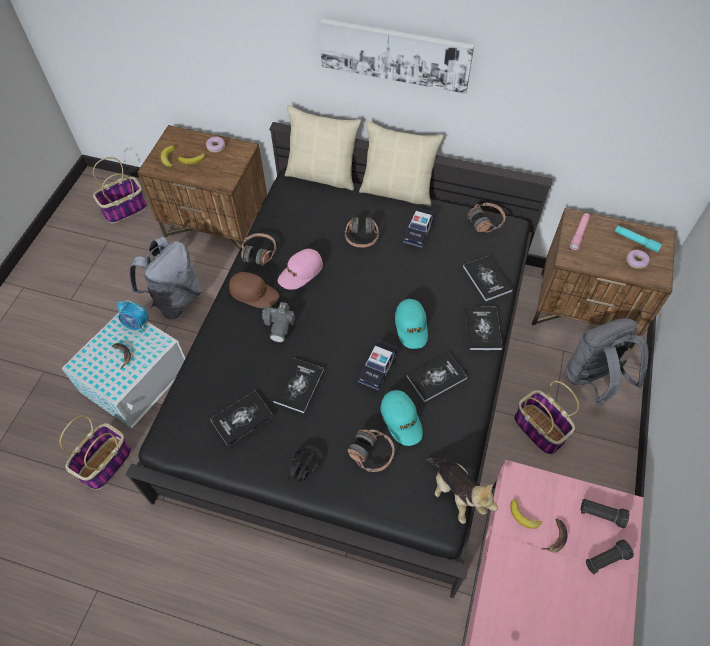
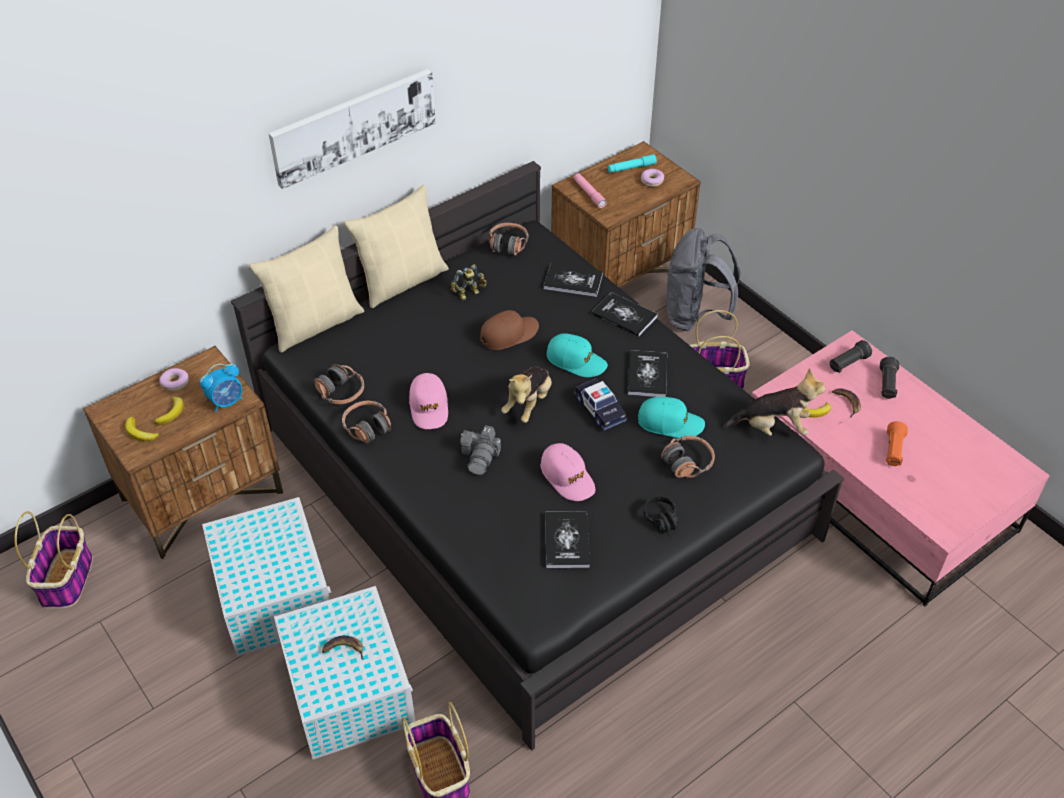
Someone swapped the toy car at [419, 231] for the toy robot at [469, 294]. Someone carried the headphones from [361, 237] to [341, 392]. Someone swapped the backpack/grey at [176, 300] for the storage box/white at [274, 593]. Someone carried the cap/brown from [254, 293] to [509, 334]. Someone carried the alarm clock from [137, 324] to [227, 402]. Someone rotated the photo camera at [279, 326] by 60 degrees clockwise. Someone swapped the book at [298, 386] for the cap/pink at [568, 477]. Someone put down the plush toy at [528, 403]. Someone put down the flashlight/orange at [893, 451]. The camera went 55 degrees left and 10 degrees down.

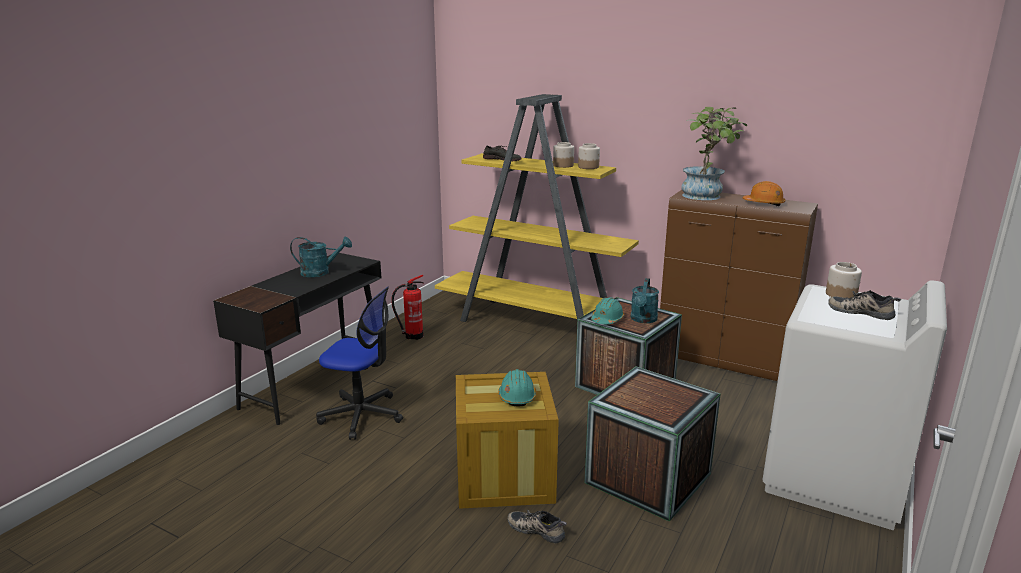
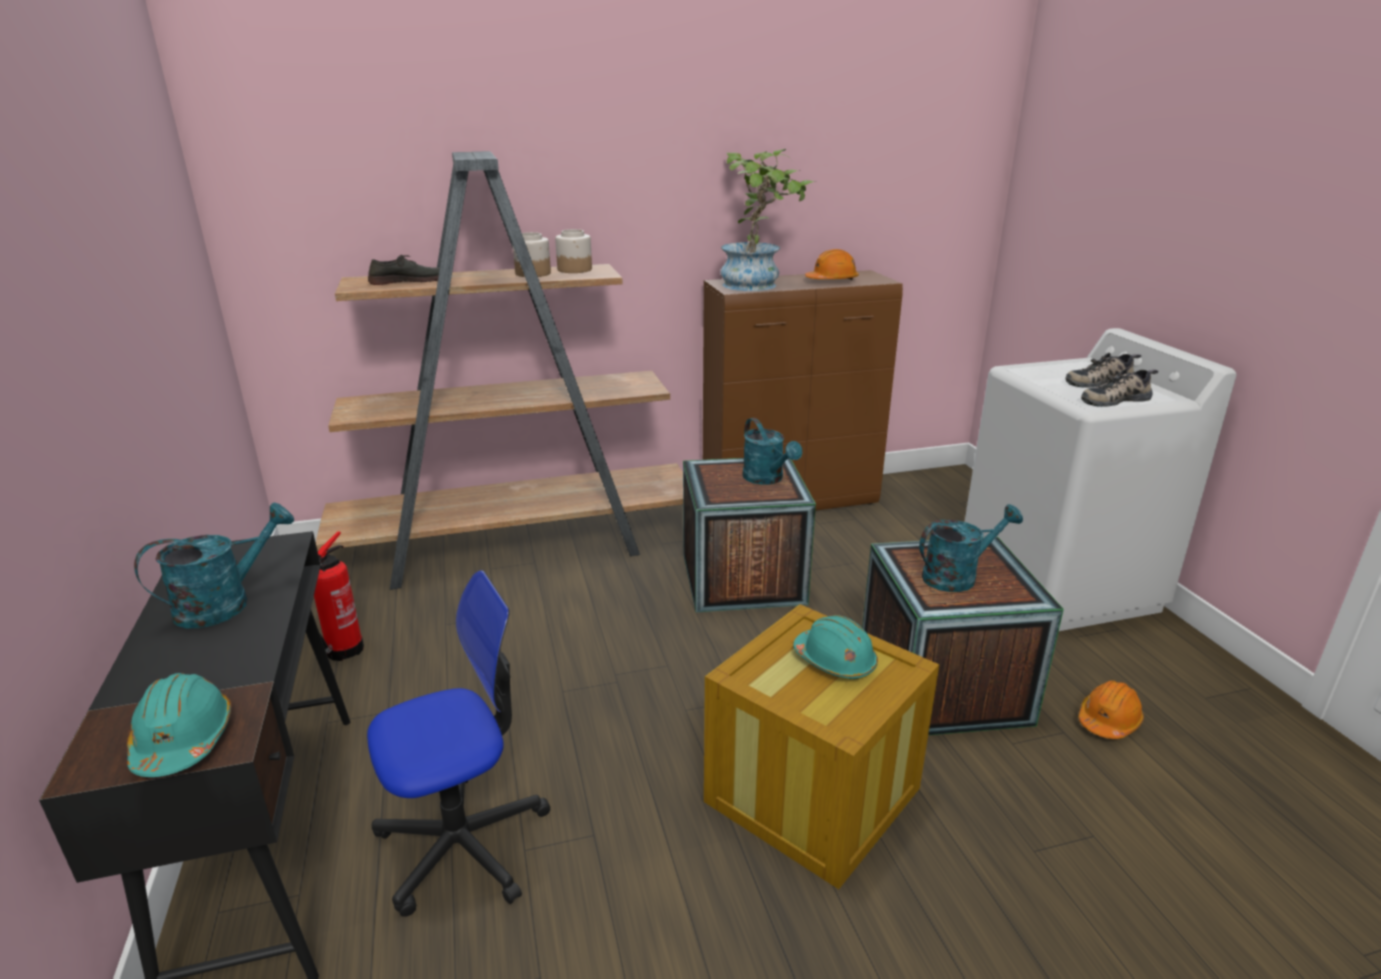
Someone repainted the bookcase/yellow at [539, 324], which became the bookcase/brown at [519, 545]. Someone took away the jar at [841, 294]. Someone carried the hard hat/turquoise from [607, 320] to [183, 740]. Someone carried the shoe from [537, 529] to [1114, 399]. Someone put down the watering can/turquoise at [957, 576]. Someone put down the hard hat/orange at [1108, 721]. The camera went 45 degrees left and 5 degrees up.

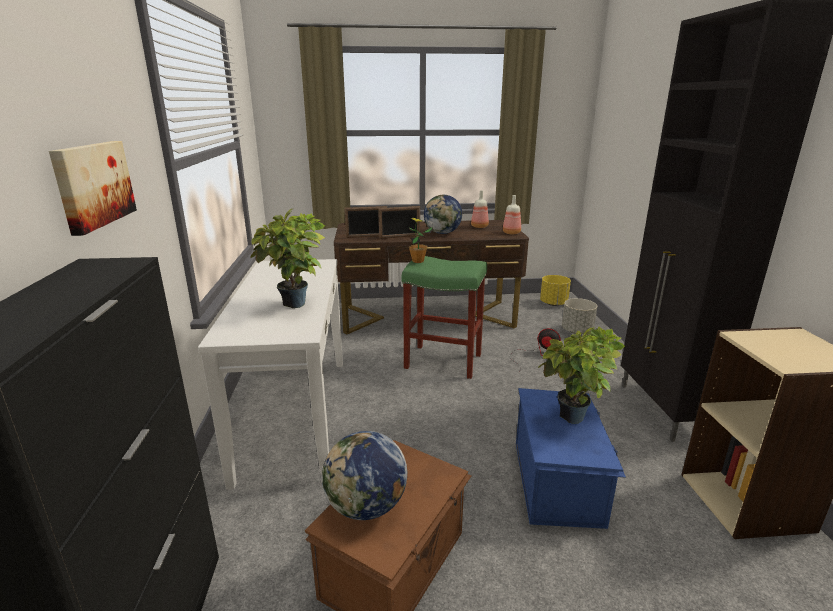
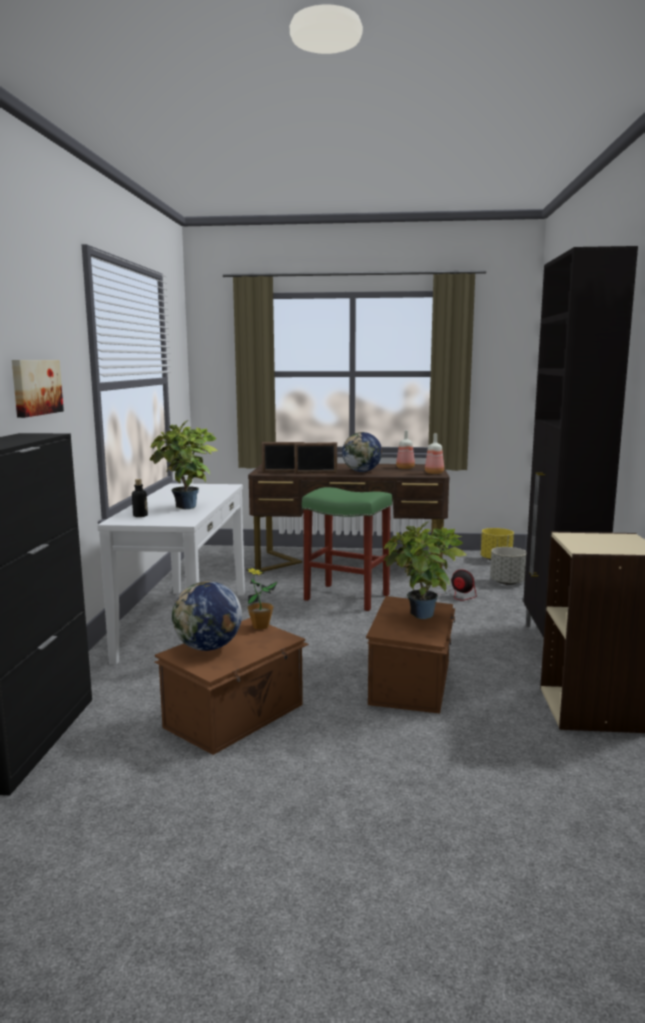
Someone carried the potted plant from [418, 261] to [260, 626]. Someone repainted the storage box/blue at [558, 481], which became the storage box/brown at [412, 682]. Someone put down the bottle at [140, 516]. The camera went 10 degrees right and 10 degrees down.

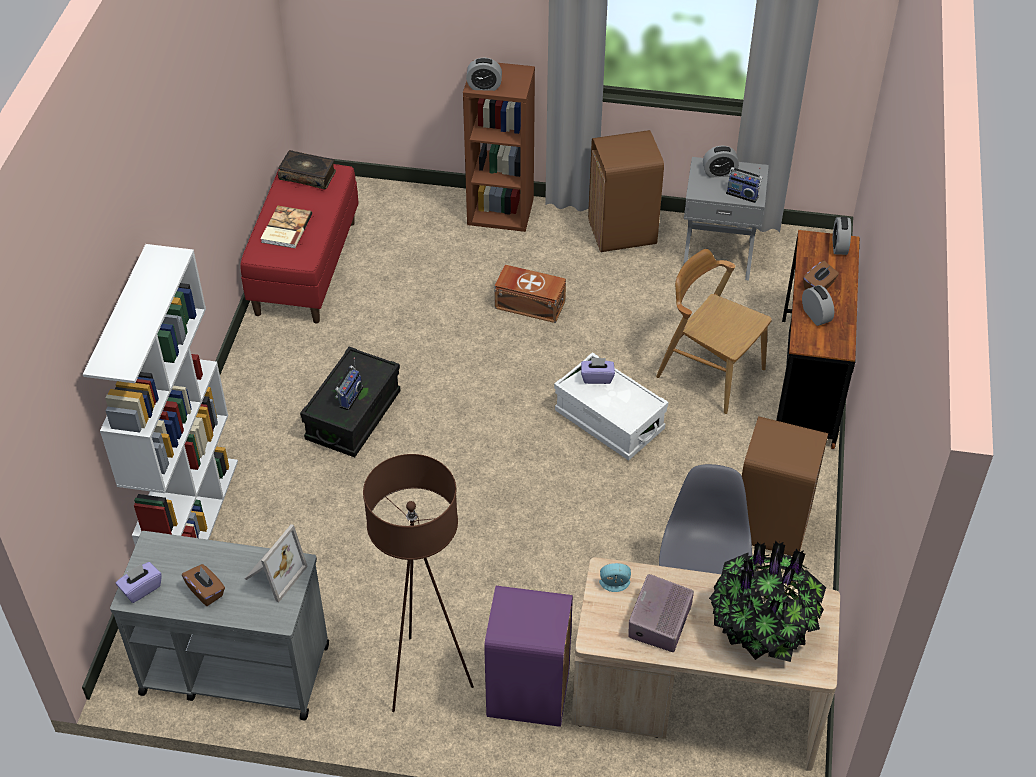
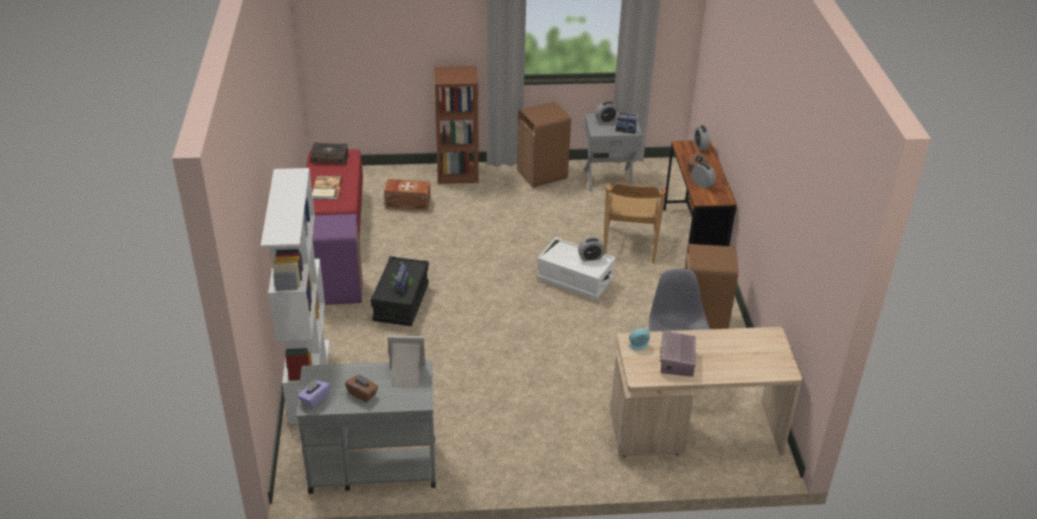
Someone carried the alarm clock from [484, 86] to [590, 258]. Someone rotated the chair/brown at [710, 372] by 105 degrees counterclockwise. Someone carried the storage box/brown from [529, 304] to [407, 203]. Someone took away the tissue box/purple at [597, 377]. Someone took away the floor lamp/brown at [425, 677]. Someone rotated the picture frame at [273, 574] by 105 degrees counterclockwise. Someone took away the potted plant at [761, 628]. Someone carried the trash can/purple from [527, 693] to [339, 292]. The camera went 15 degrees left and 10 degrees down.

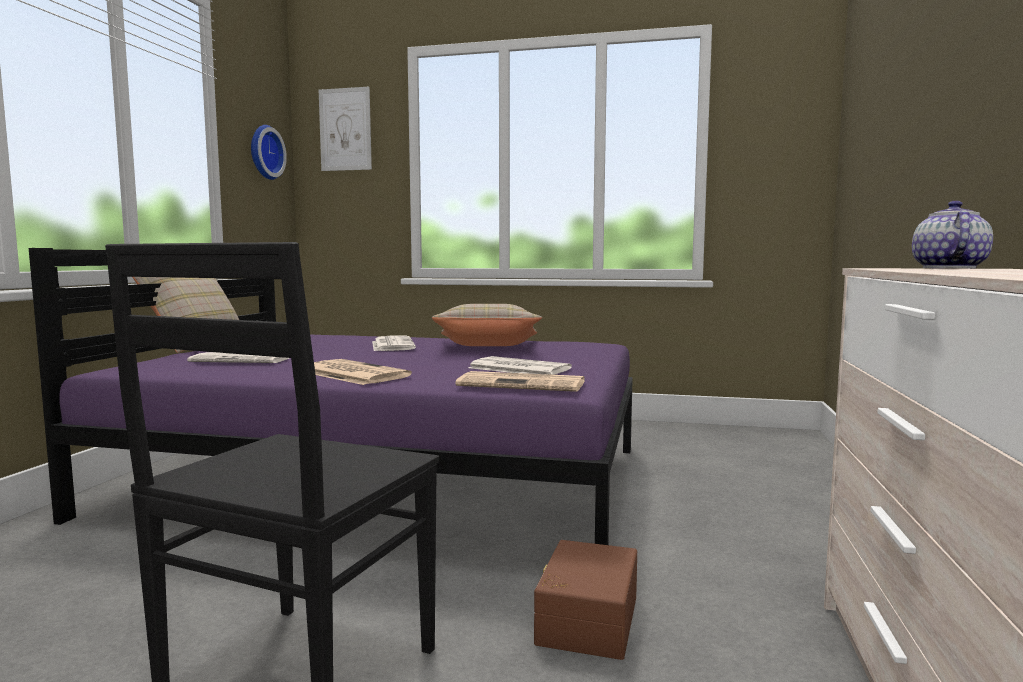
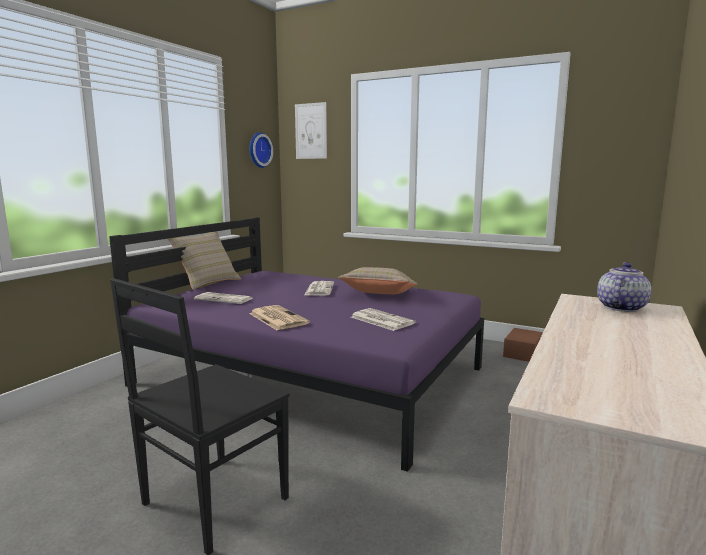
Someone took away the newspaper at [524, 384]. Someone carried the storage box/brown from [584, 619] to [521, 353]. The camera went 15 degrees right and 5 degrees up.

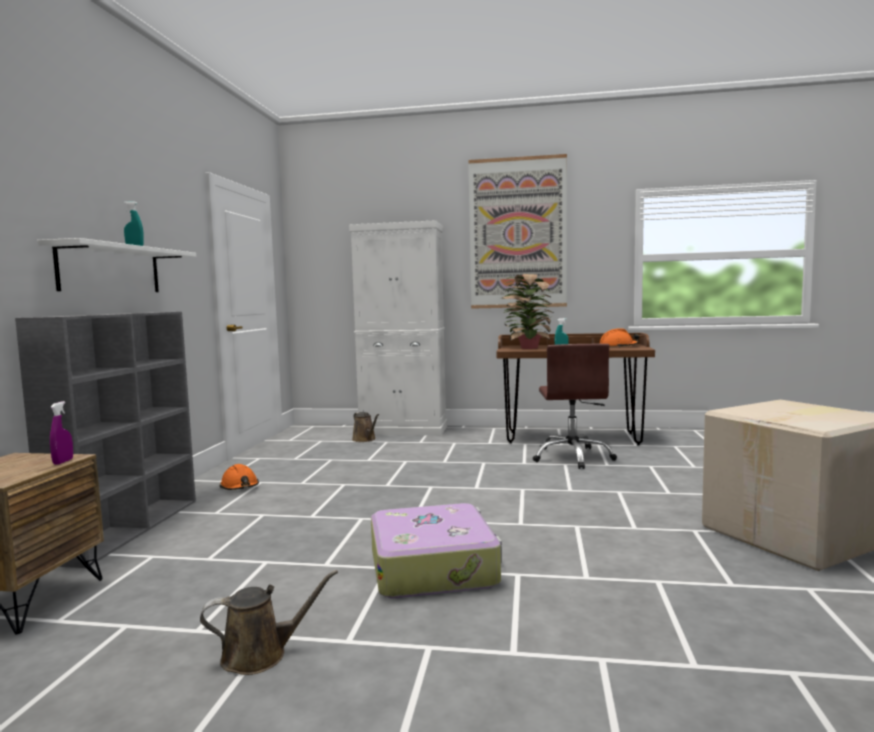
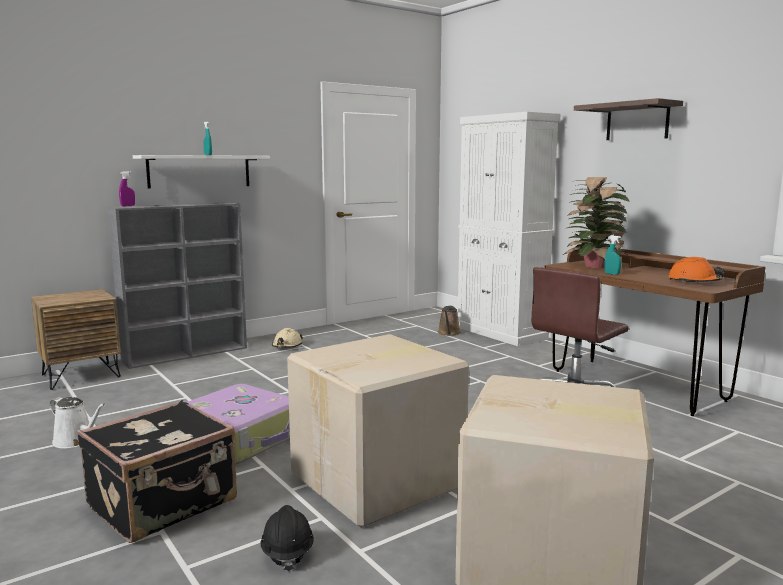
Someone swapped the picture at [517, 233] for the shelf at [637, 121]. Someone carried the spray bottle/purple from [63, 462] to [127, 206]. Someone repainted the hard hat/orange at [240, 487], which became the hard hat/beige at [287, 346]. Someone repainted the watering can/brown at [261, 655], which became the watering can/white at [76, 441]. Someone put down the cardboard box at [380, 480]. Someone put down the suitcase/black at [164, 504]. Someone put down the hard hat/black at [287, 552]. The camera went 45 degrees right and 5 degrees up.

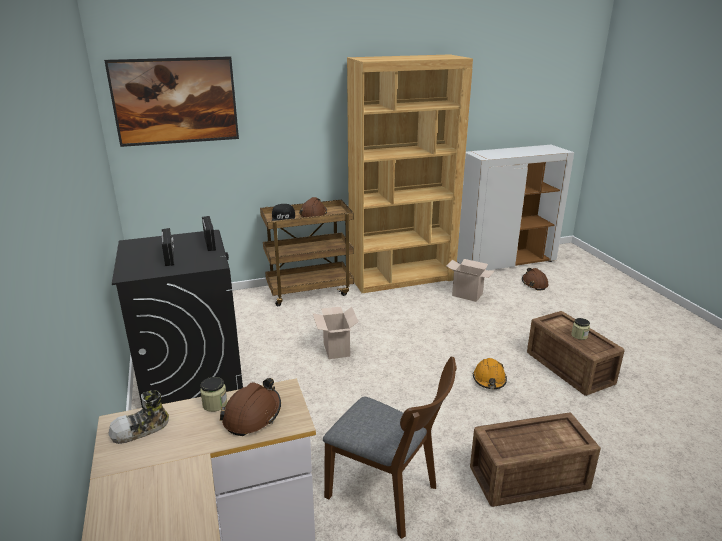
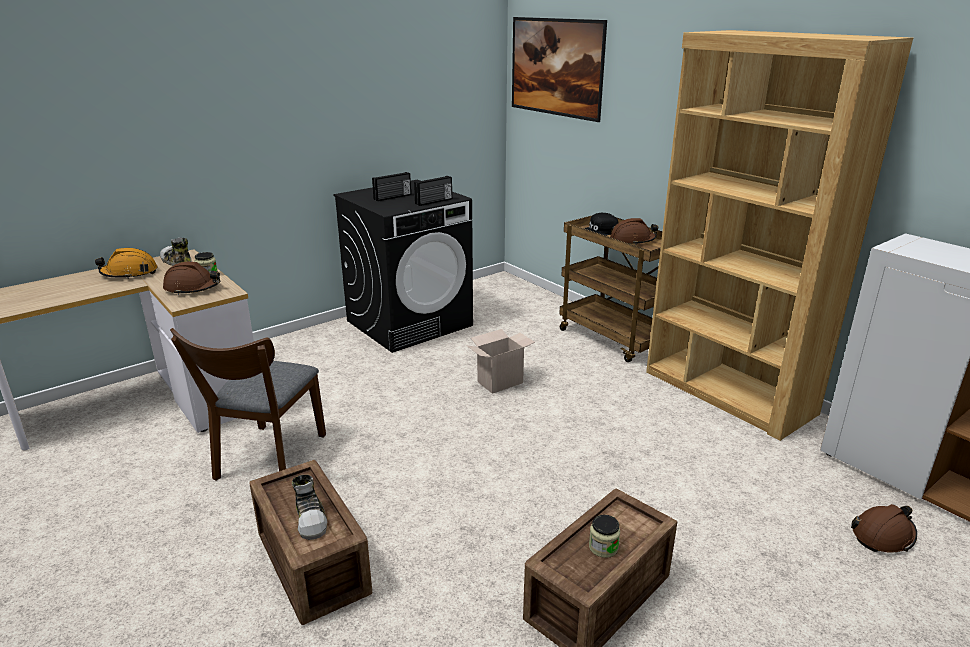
Someone took away the cardboard box at [468, 295]. Someone carried the hard hat/orange from [489, 380] to [129, 273]. Someone put down the shoe at [311, 519]. The camera went 70 degrees right and 0 degrees up.

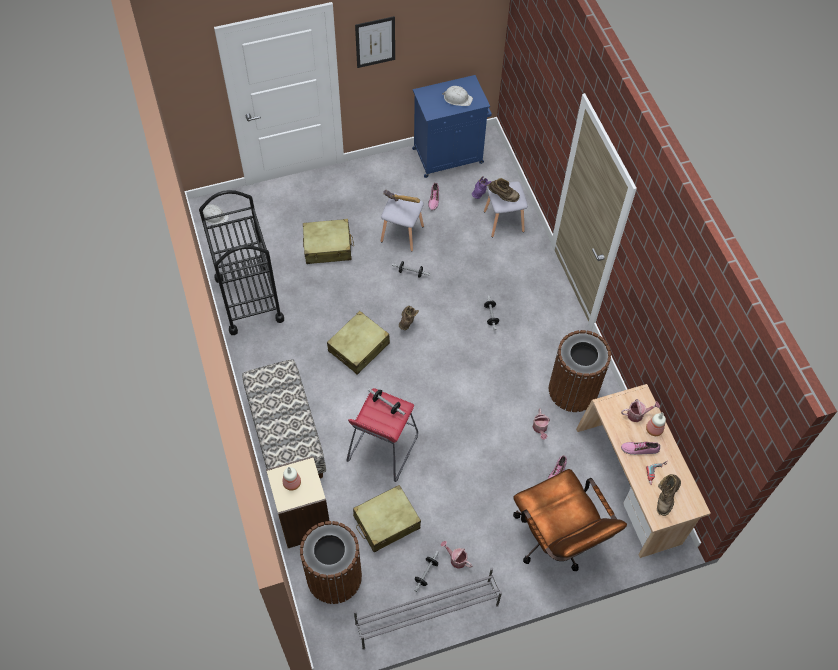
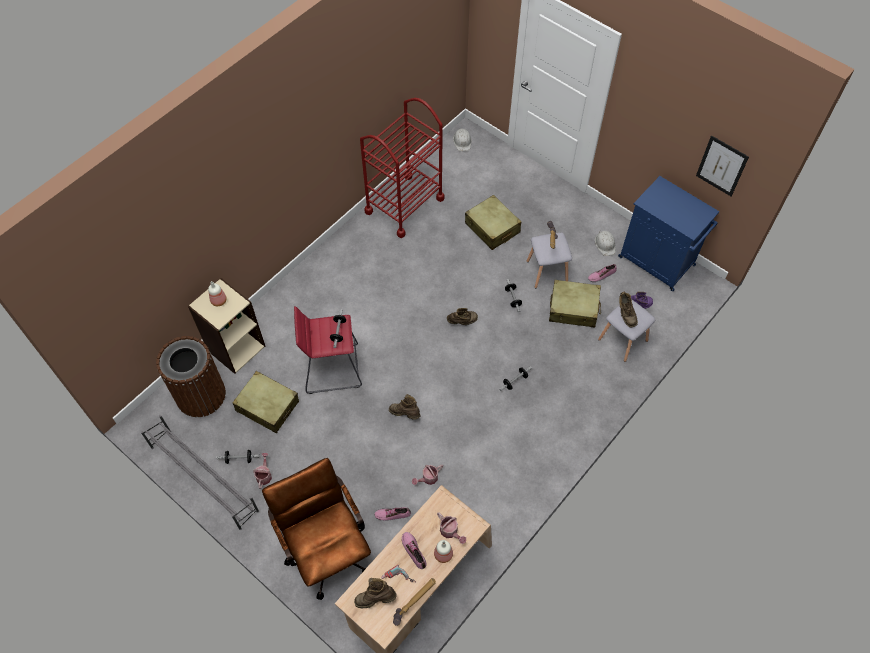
Someone carried the picture from [375, 42] to [721, 166]. Someone carried the hard hat/white from [457, 98] to [605, 244]. Someone repainted the cart/black at [249, 299], which became the cart/red at [404, 205]. Someone carried the suitcase/beige from [359, 347] to [573, 308]. Someone took away the trash can/brown at [573, 390]. Someone took away the bench at [286, 437]. Someone rotated the office chair/brown at [557, 541] by 120 degrees clockwise. Someone put down the boot/brown at [405, 414]. Someone put down the hammer at [414, 608]. The camera went 60 degrees right and 0 degrees up.

